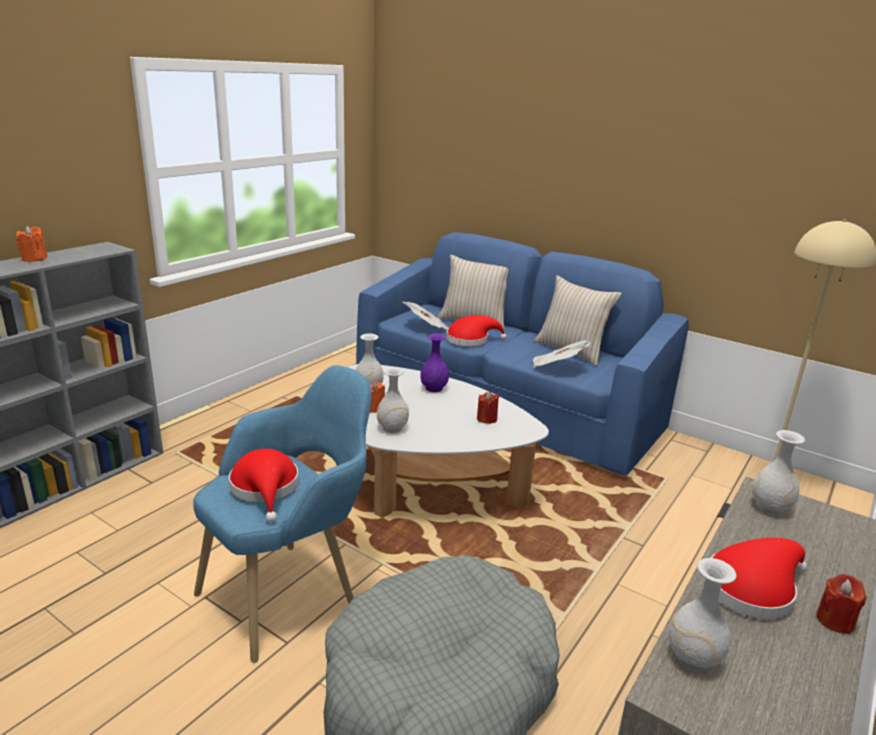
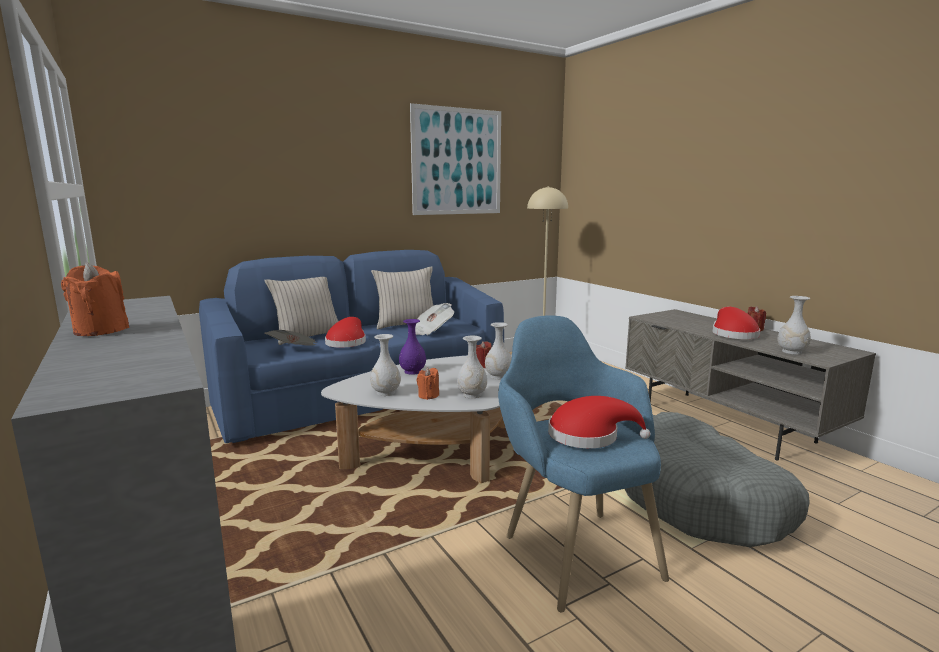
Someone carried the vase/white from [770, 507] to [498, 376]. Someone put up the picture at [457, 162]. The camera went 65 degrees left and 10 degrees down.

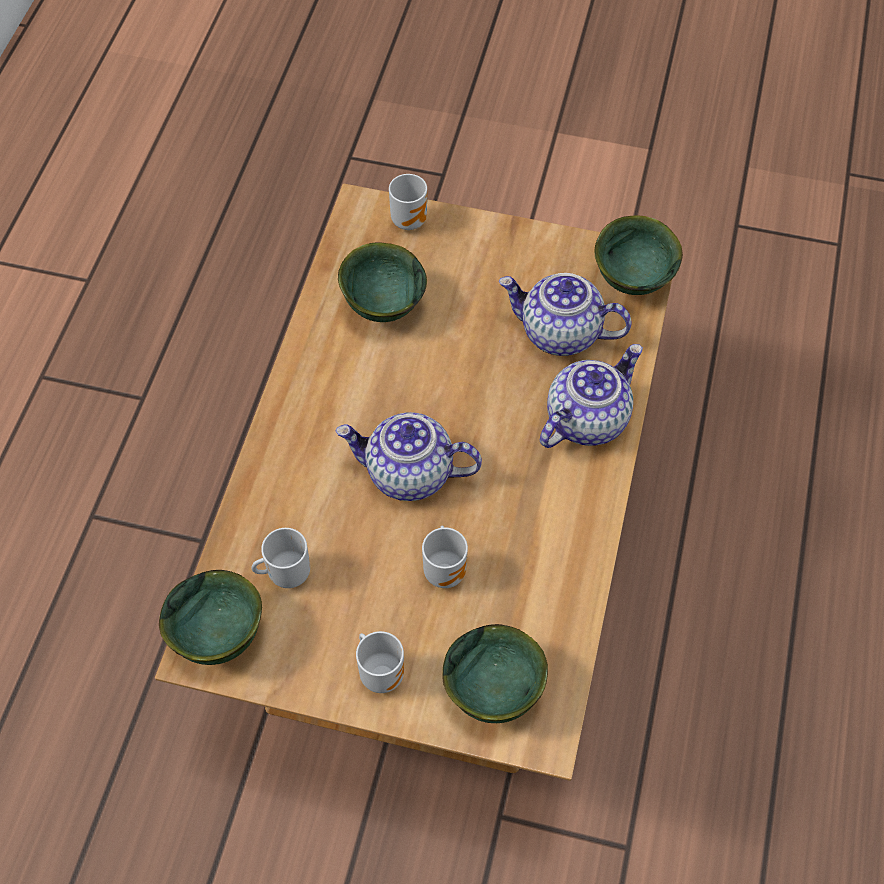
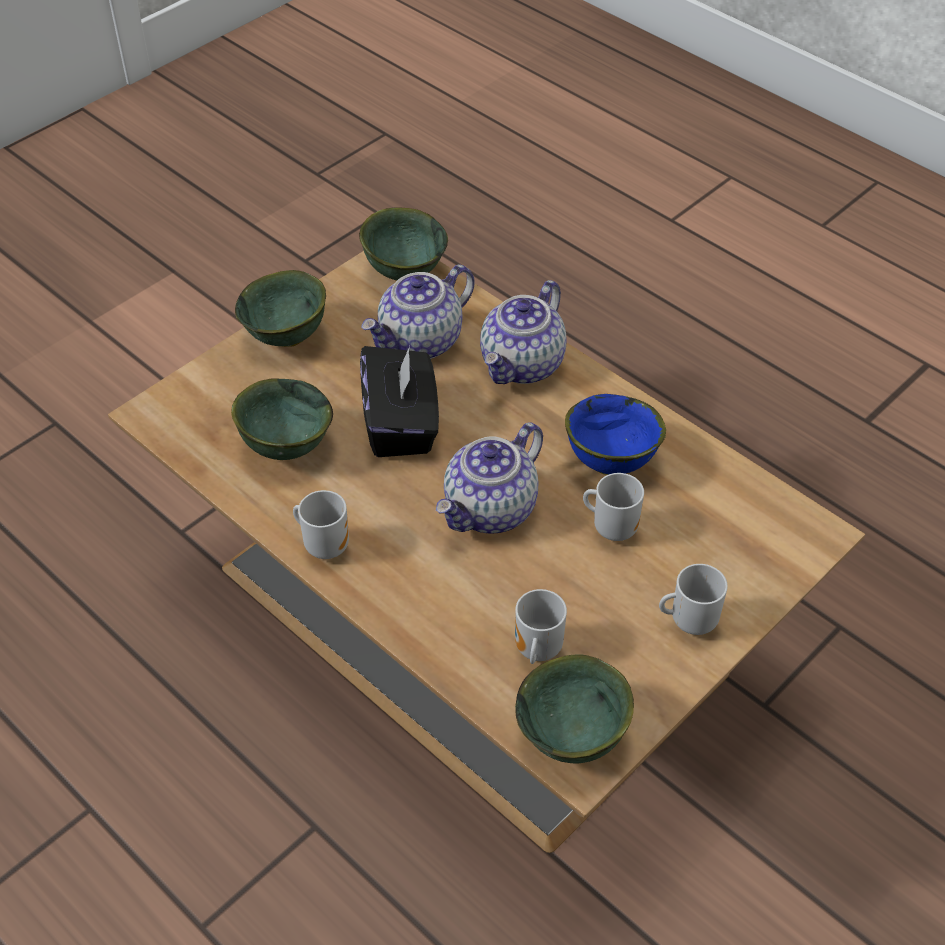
Someone carried the mug from [410, 219] to [325, 545]. Someone rotated the teapot at [586, 418] by 135 degrees counterclockwise. Someone carried the bowl/green from [492, 693] to [287, 338]. Someone put down the tissue box/black at [401, 424]. Someone put down the bowl/blue at [609, 462]. The camera went 60 degrees left and 10 degrees down.

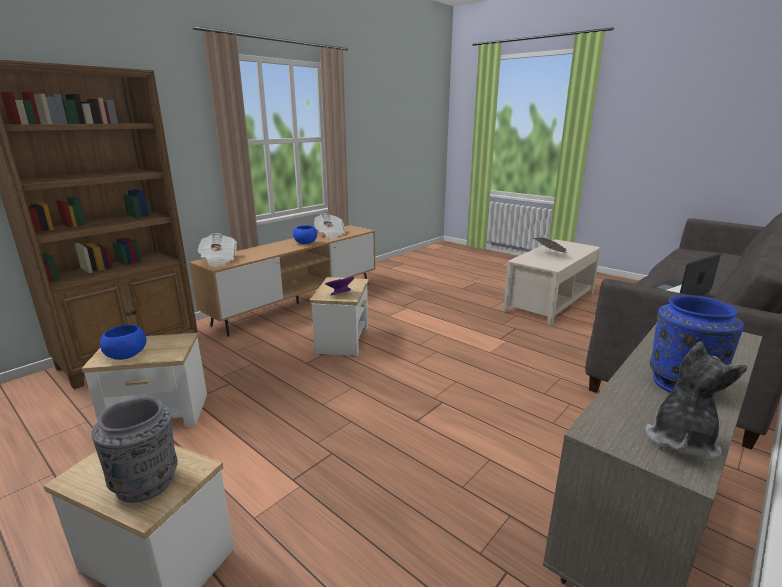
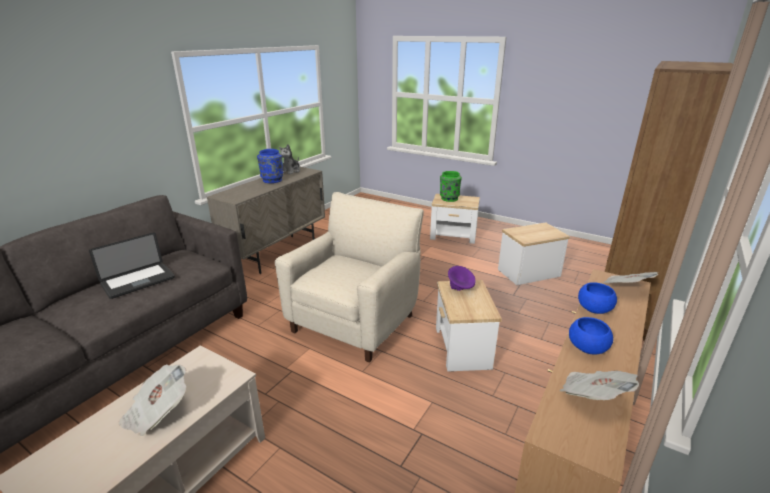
Someone carried the bowl/blue from [126, 355] to [594, 309]. Someone repainted the vase/grey at [147, 482], which became the vase/green at [449, 199]. Someone put down the armchair/beige at [355, 322]. The camera went 170 degrees right and 5 degrees up.

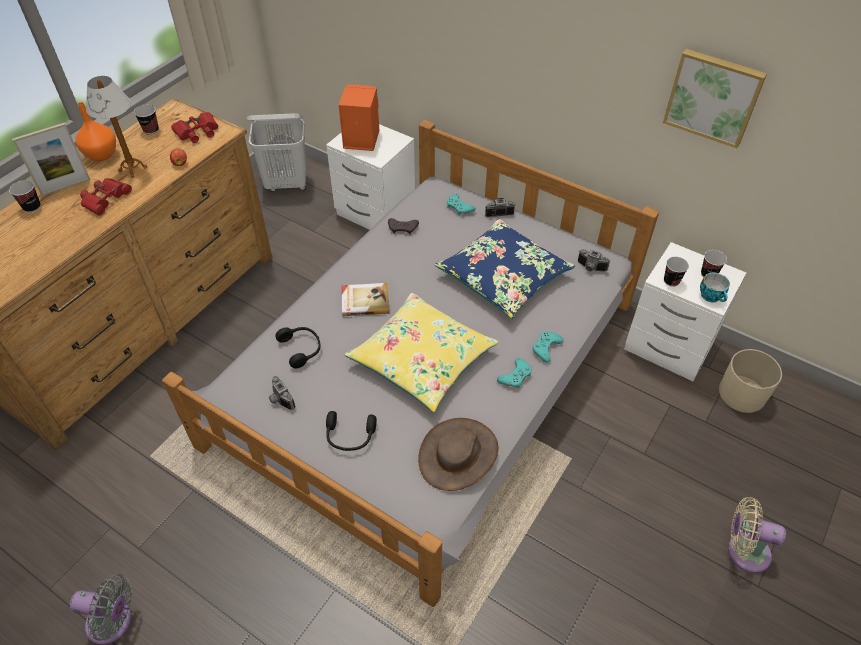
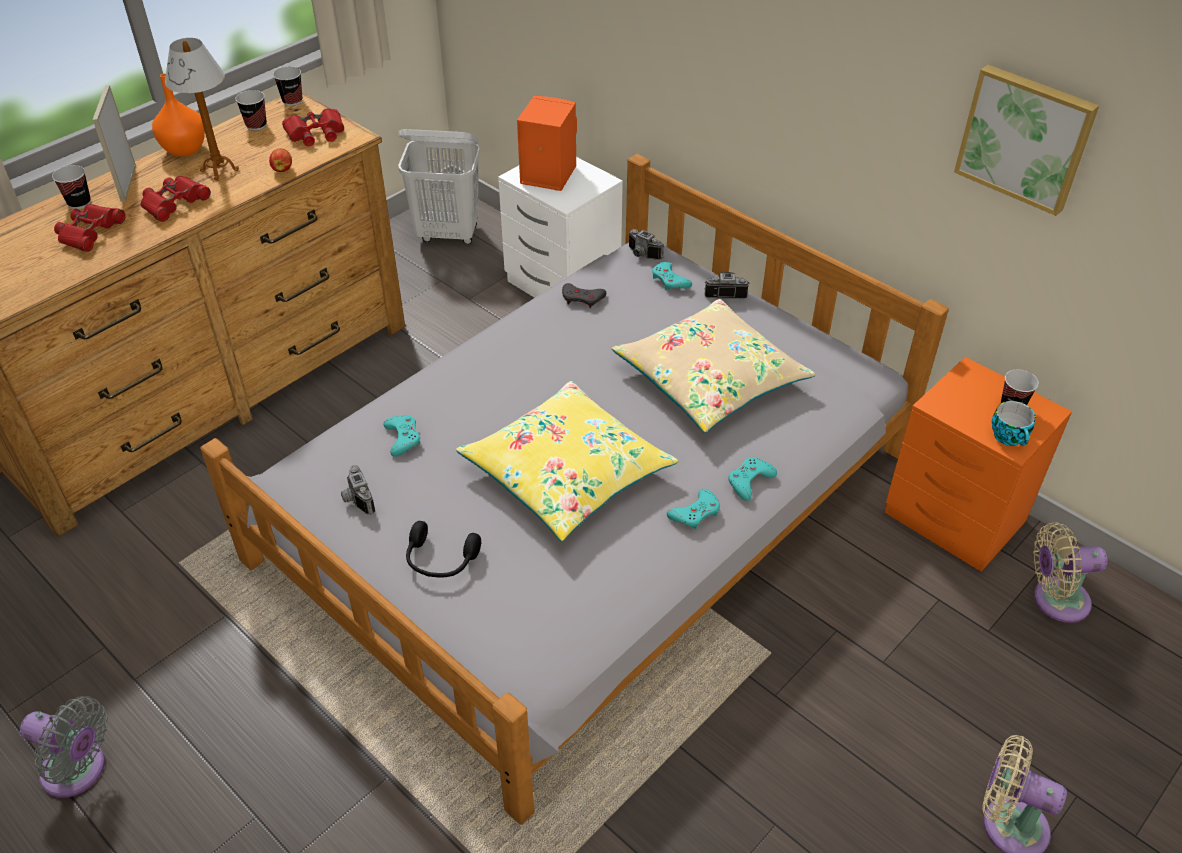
Someone rotated the picture frame at [66, 187] by 105 degrees clockwise. Someone repainted the pillow/blue at [503, 276], which became the pillow/beige at [710, 378]. Someone repainted the nightstand/white at [669, 348], which became the nightstand/orange at [955, 520]. Someone carried the photo camera from [590, 268] to [642, 255]. Someone carried the cup from [671, 281] to [292, 101]. Someone took away the book at [365, 301]. Someone swapped the headphones/black at [301, 349] for the game controller/turquoise at [403, 438]. Someone swapped the planter/beige at [742, 394] for the fan/beige at [1055, 600]. Someone took away the hat/brown at [458, 455]. Someone put down the binoculars/red at [90, 232]. The camera went 10 degrees right and 5 degrees down.

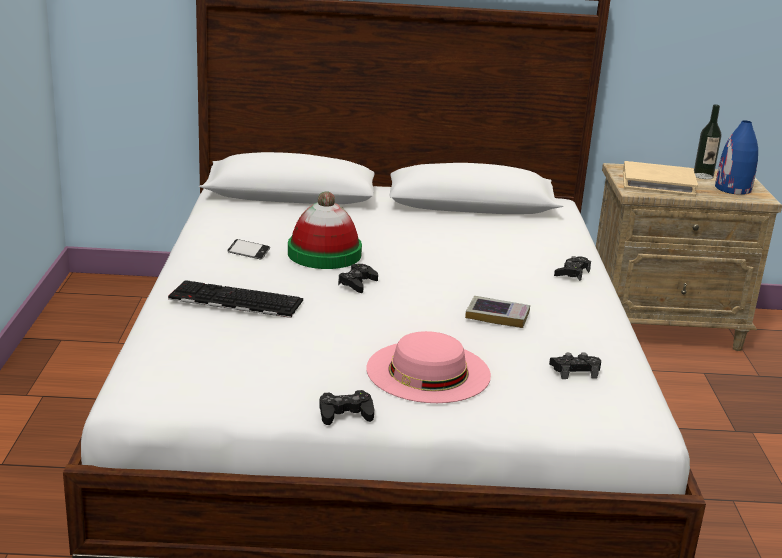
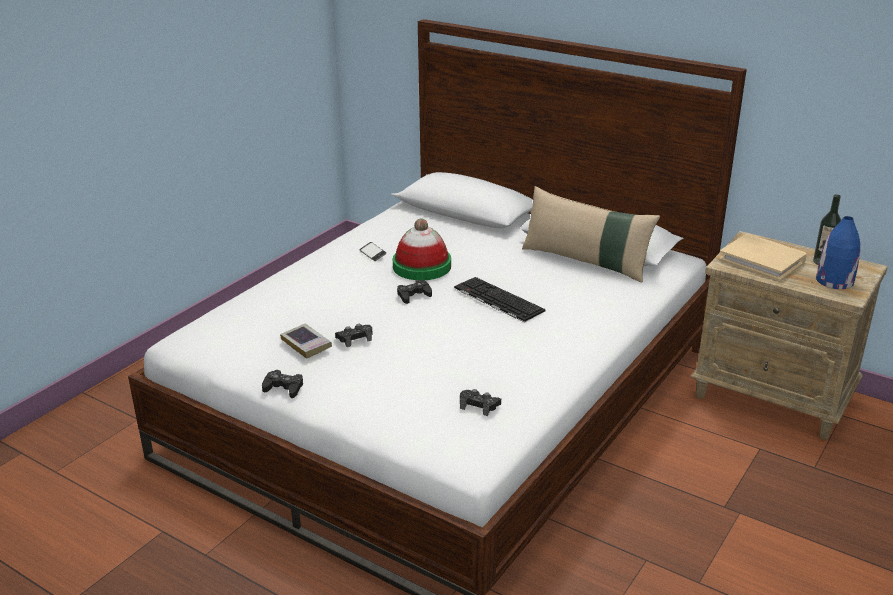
Someone carried the game controller/black from [572, 273] to [354, 338]. Someone carried the keyboard from [234, 300] to [497, 299]. Someone carried the book from [497, 316] to [306, 344]. Someone took away the hat/pink at [428, 371]. Someone put down the pillow/beige at [586, 261]. The camera went 35 degrees right and 5 degrees up.

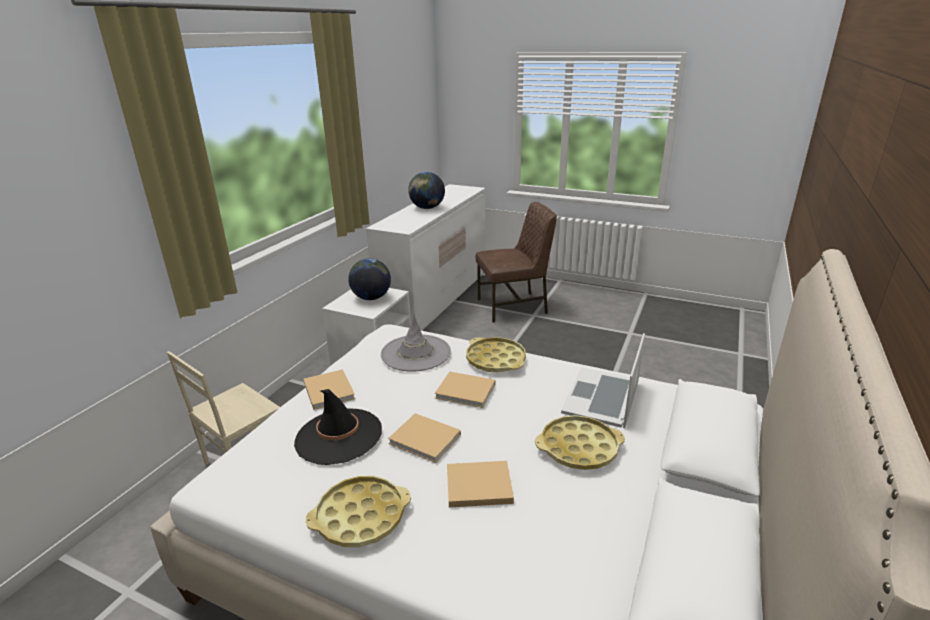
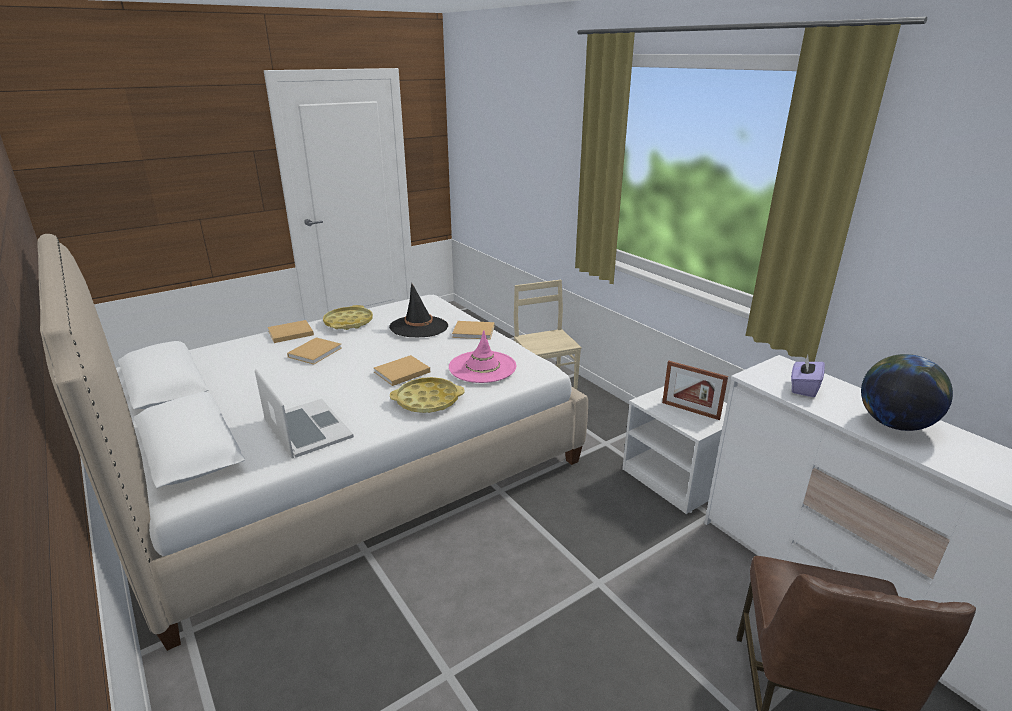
Someone swapped the globe at [371, 298] for the picture frame at [690, 410]. Someone repainted the hat/grey at [415, 353], which became the hat/pink at [482, 367]. Someone carried the book/beige from [426, 440] to [289, 333]. Someone took away the tray/yellow at [579, 448]. Someone put down the tissue box/purple at [803, 388]. The camera went 120 degrees right and 0 degrees up.

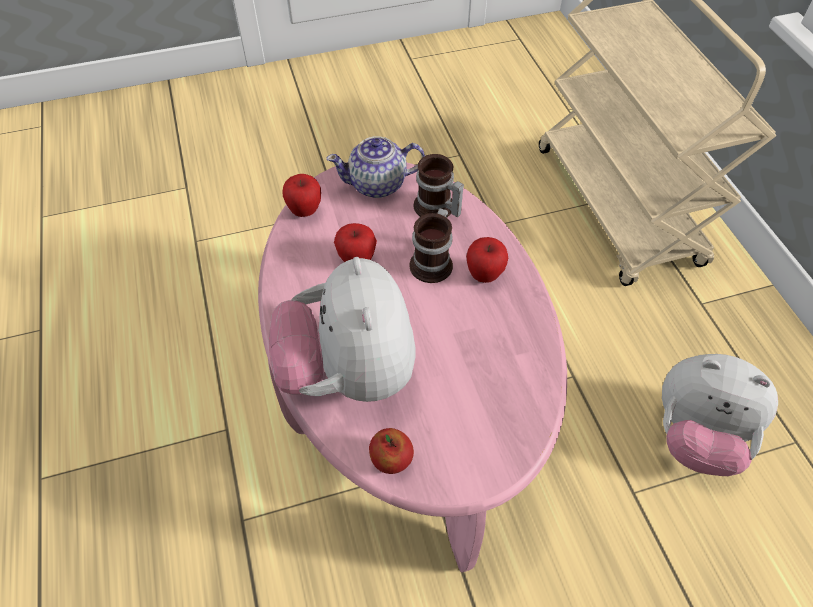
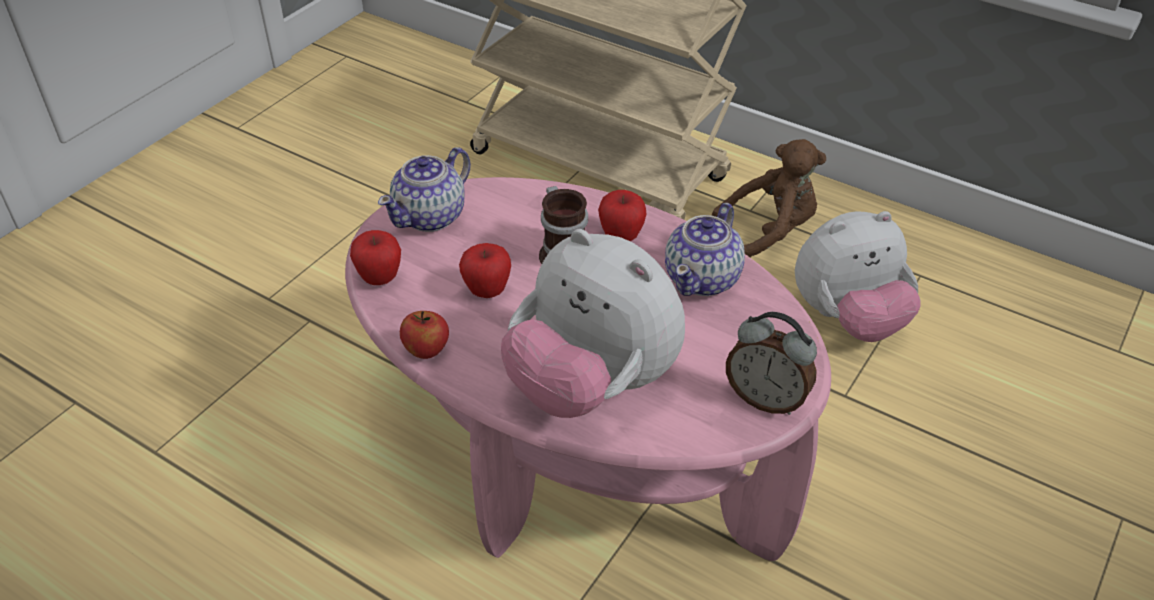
Someone took away the mug at [436, 209]. Someone carried the apple from [391, 460] to [427, 350]. Someone put down the plush toy/brown at [769, 232]. Someone put down the teapot at [703, 278]. Someone put down the alarm clock at [766, 399]. The camera went 40 degrees left and 10 degrees down.

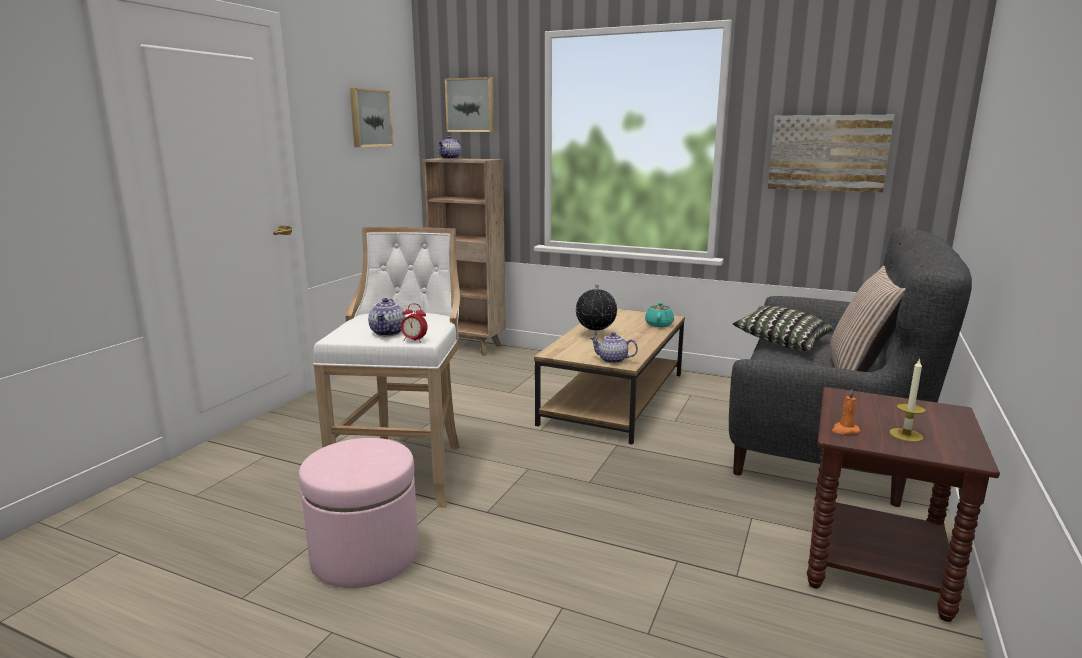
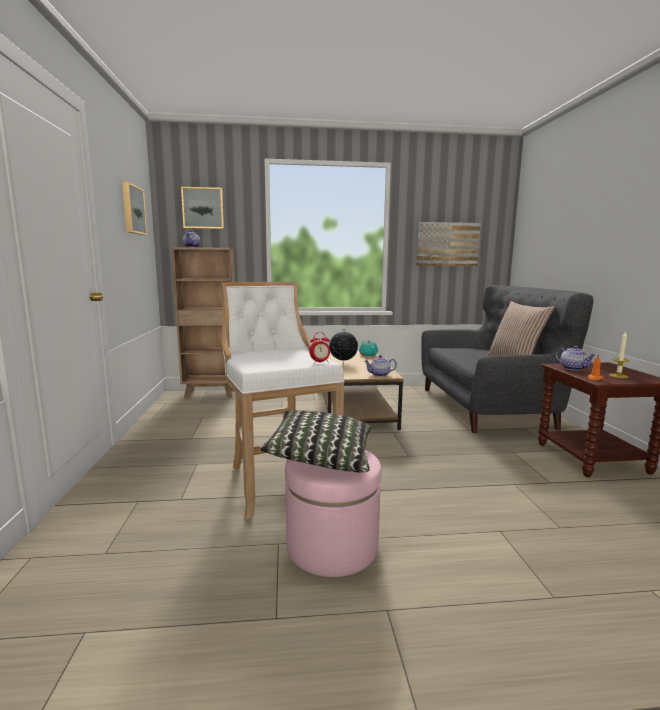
Someone carried the teapot from [389, 333] to [573, 368]. Someone carried the pillow from [782, 343] to [321, 458]. The camera went 30 degrees left and 5 degrees down.

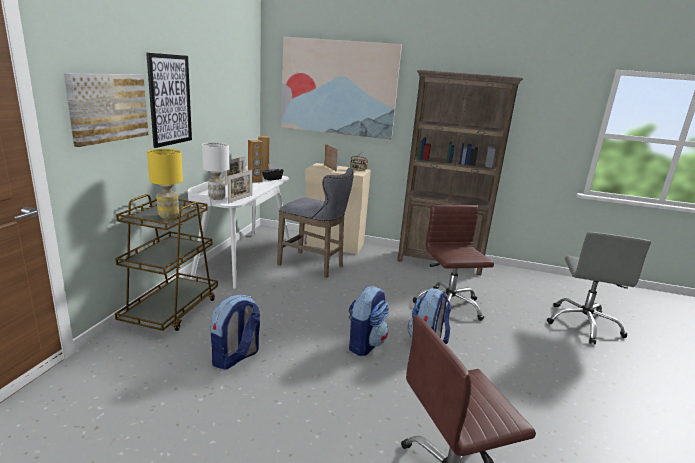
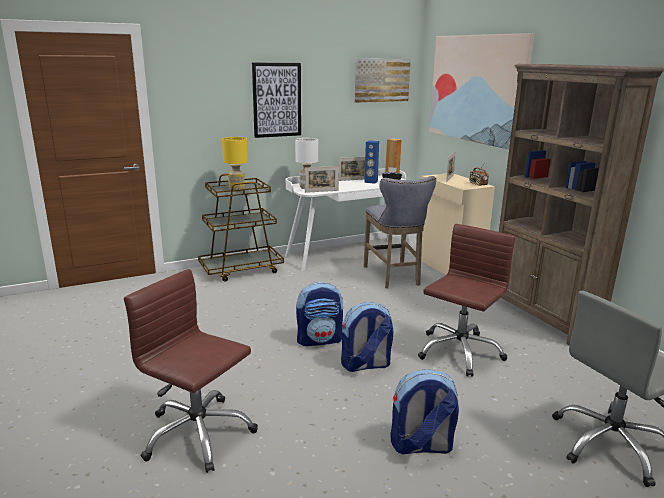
Someone carried the picture from [108, 107] to [381, 80]. Someone repainted the speaker/brown at [255, 181], which became the speaker/blue at [371, 182]. Someone carried the backpack from [235, 358] to [421, 446]. The camera went 50 degrees right and 0 degrees up.

